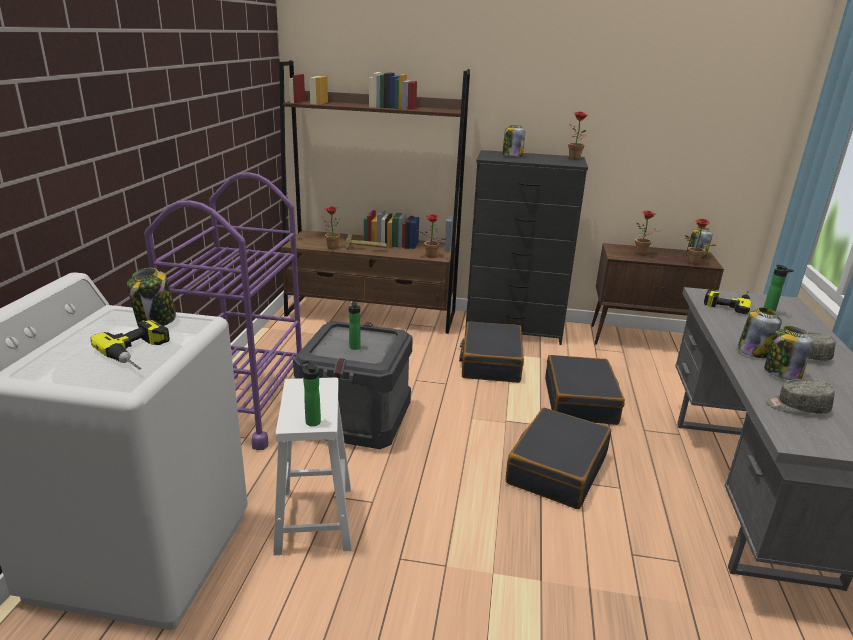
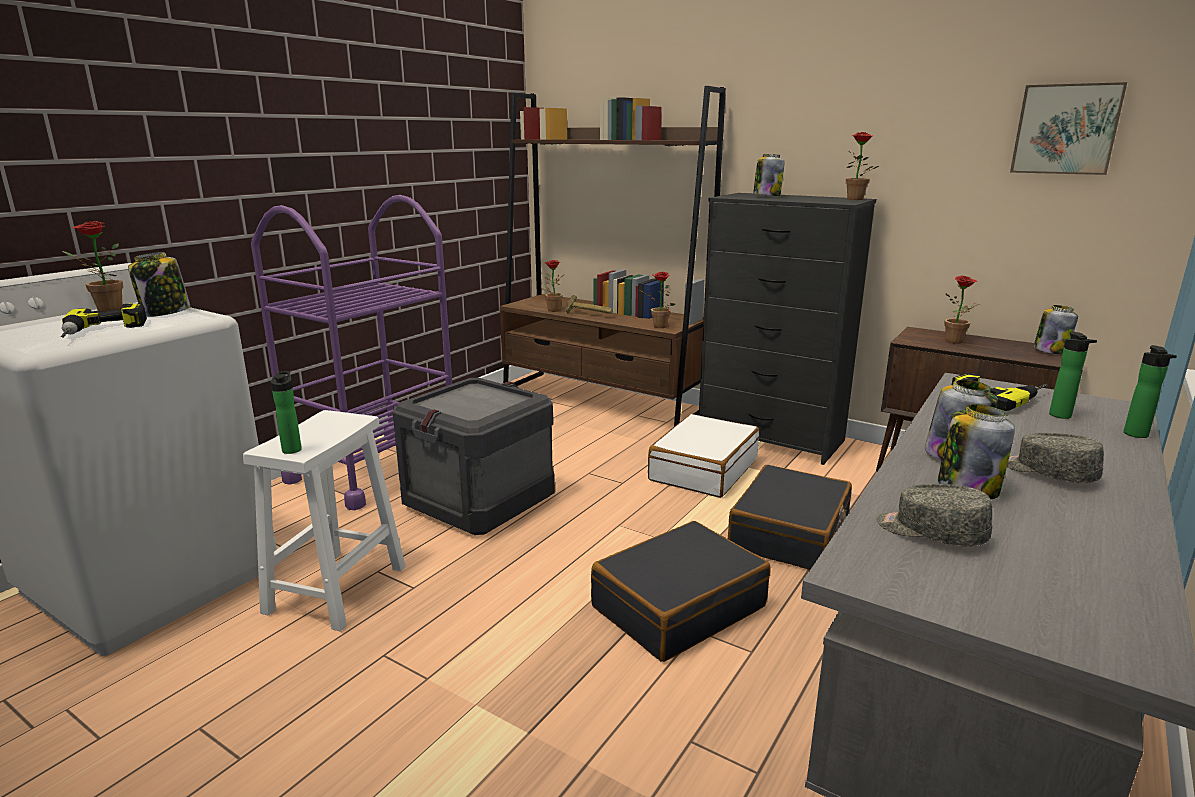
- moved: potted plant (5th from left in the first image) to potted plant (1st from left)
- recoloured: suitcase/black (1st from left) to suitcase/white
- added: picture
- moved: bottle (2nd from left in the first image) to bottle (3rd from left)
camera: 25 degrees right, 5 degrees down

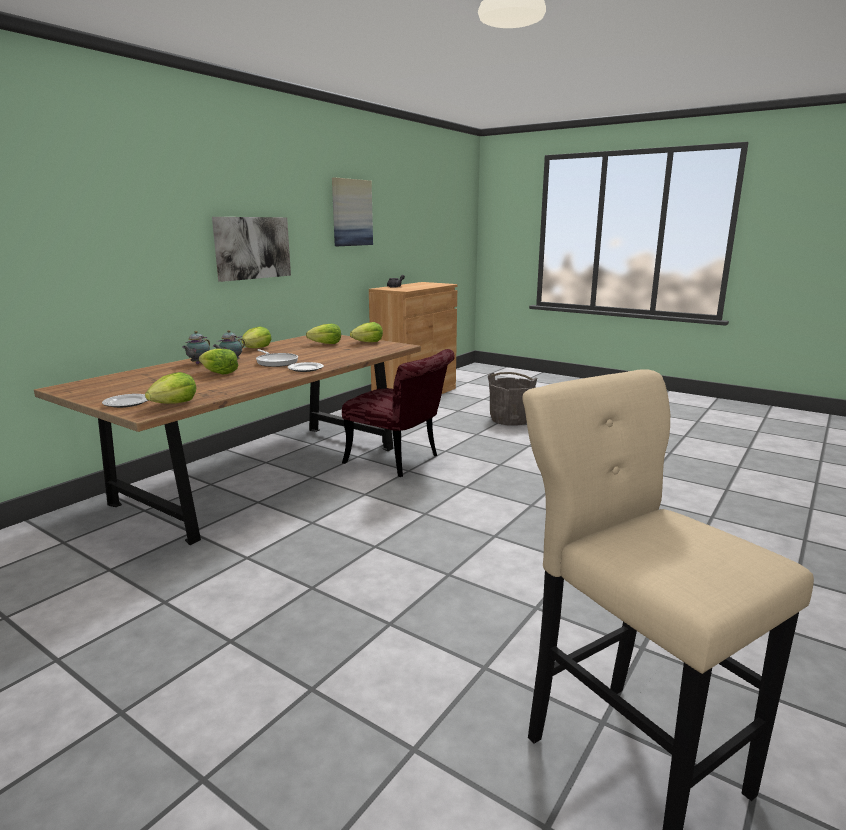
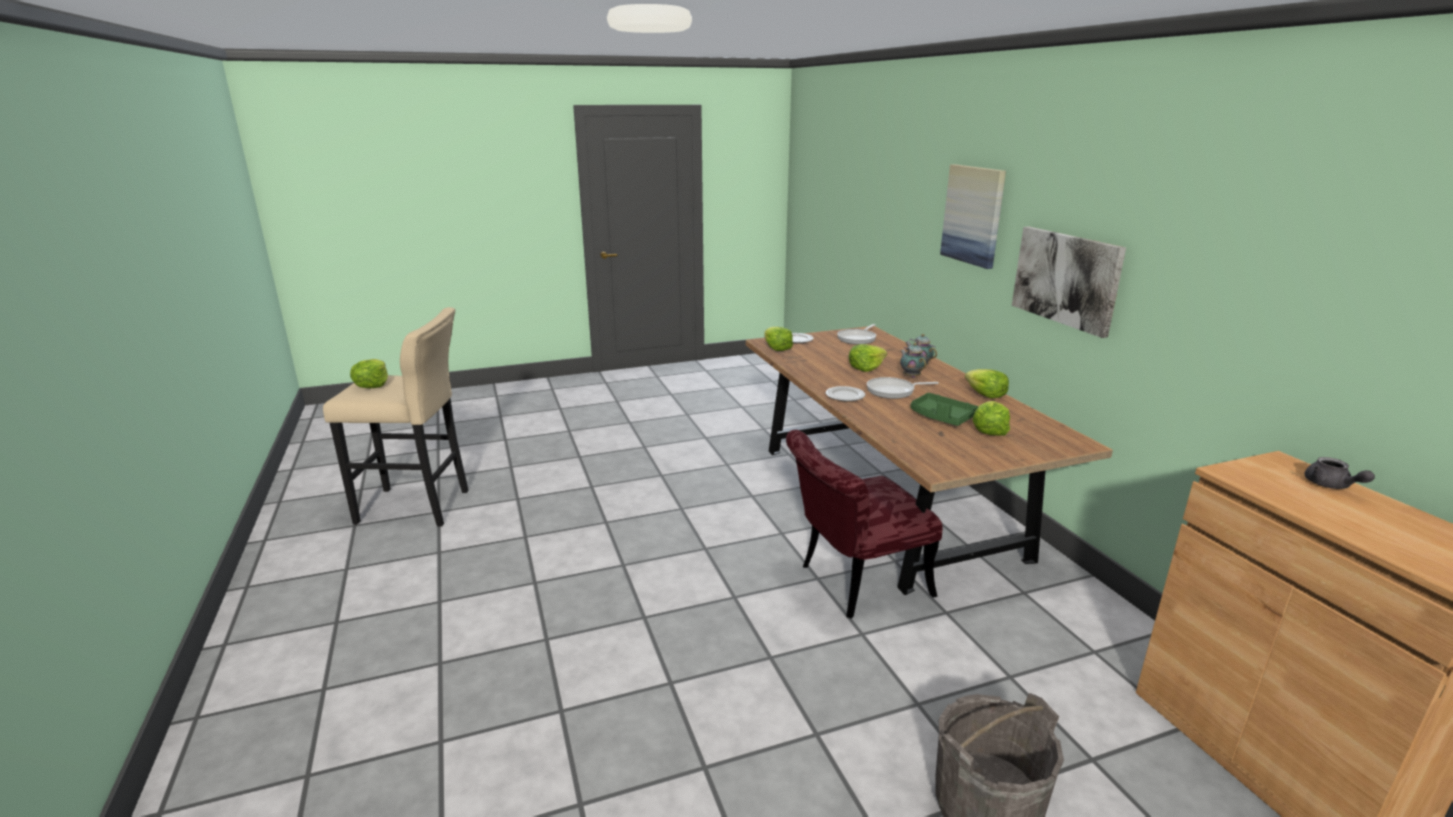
- moved: lettuce (5th from left in the first image) to lettuce (1st from left)
- added: frying pan (1st from left)
- added: tray/green
- moved: picture (2nd from left in the first image) to picture (1st from left)
camera: 125 degrees right, 5 degrees up

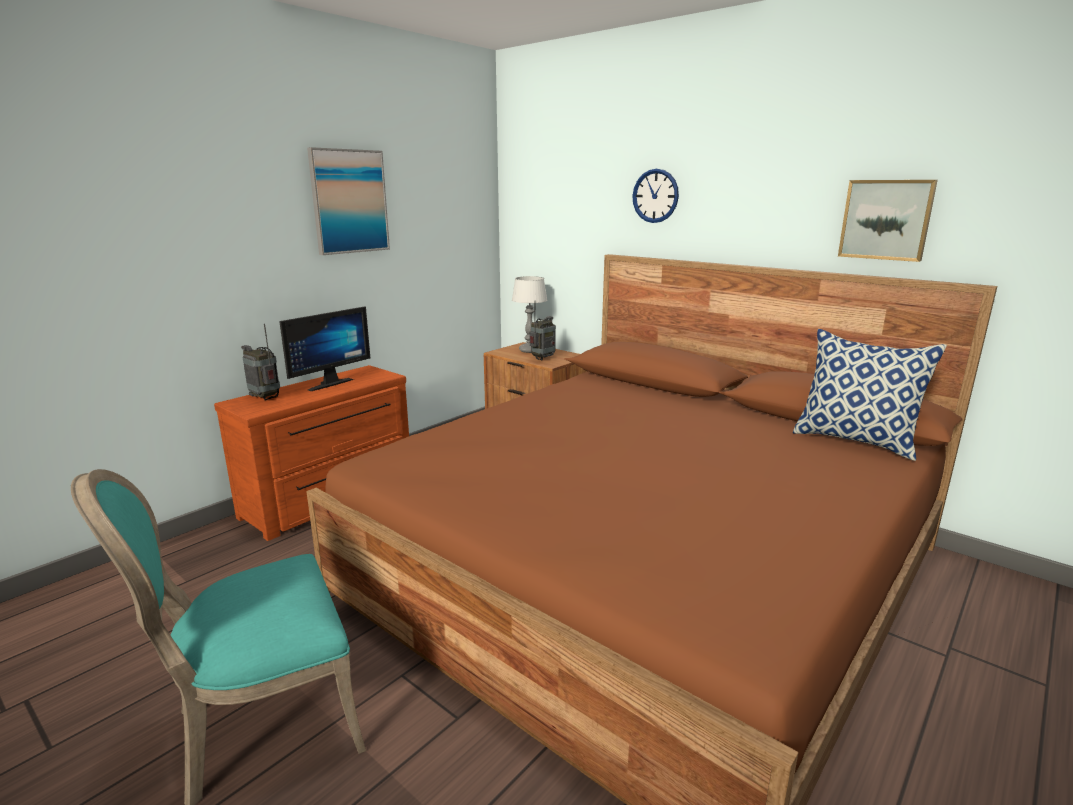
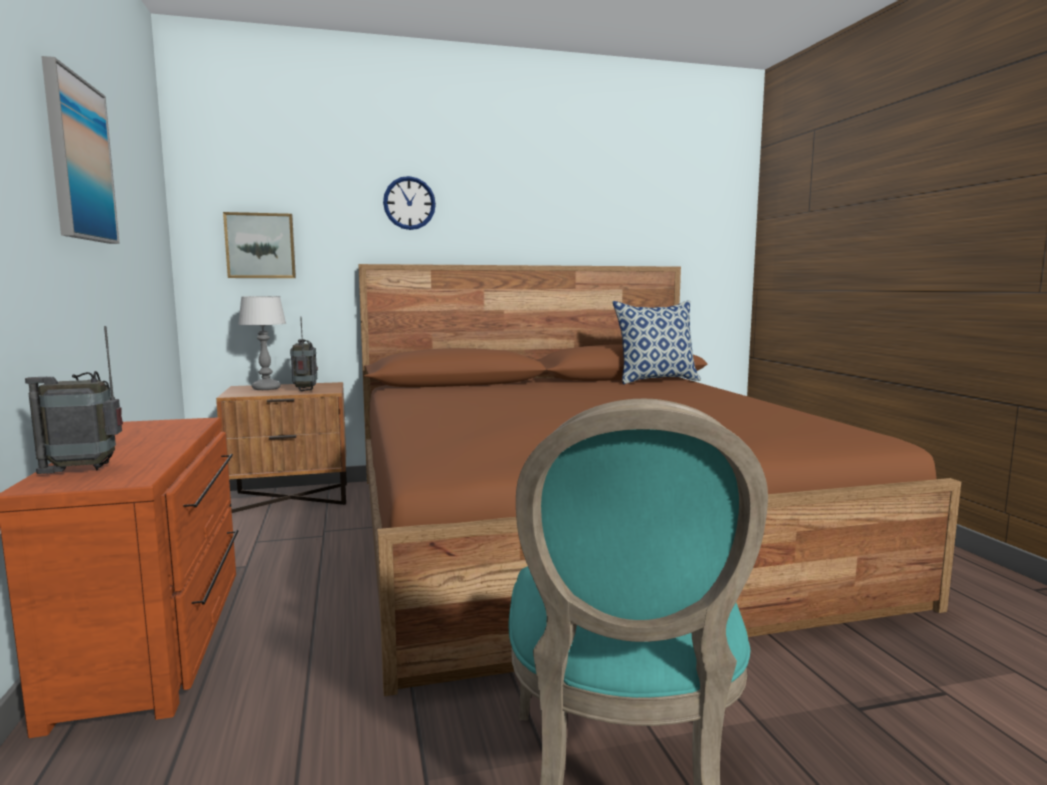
- moved: picture (2nd from left)
- removed: monitor
camera: 55 degrees left, 10 degrees down

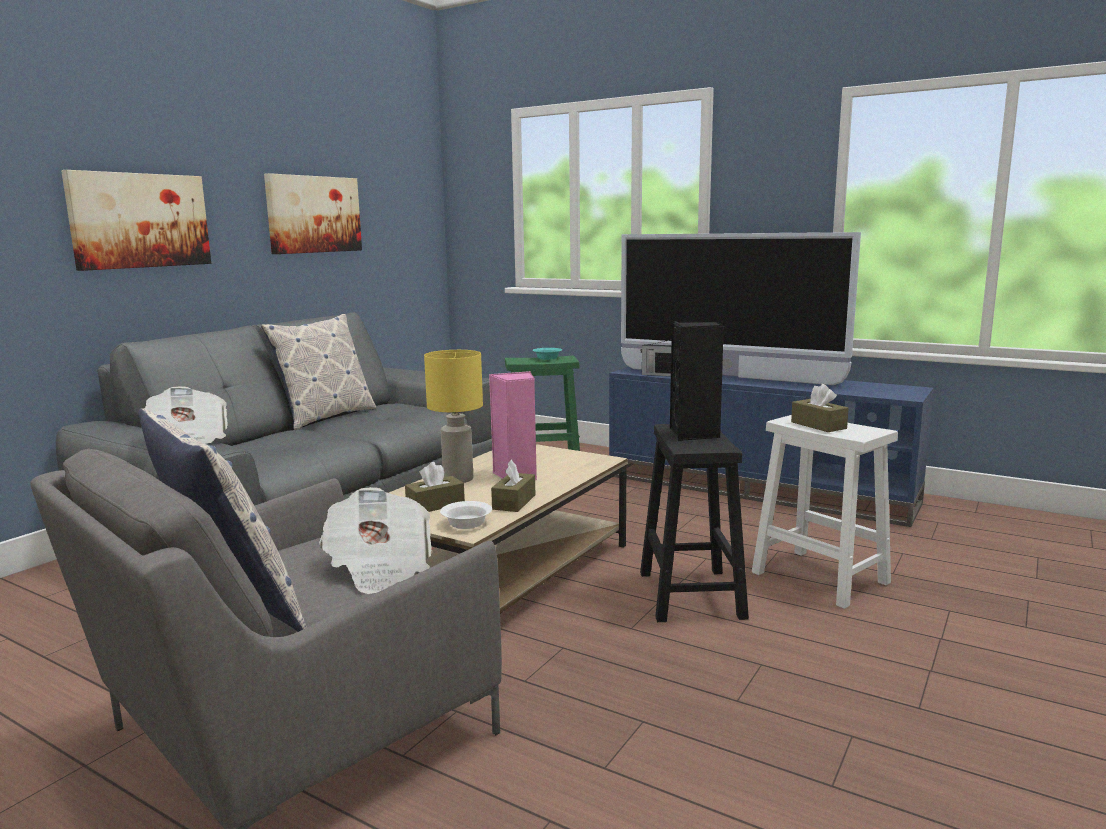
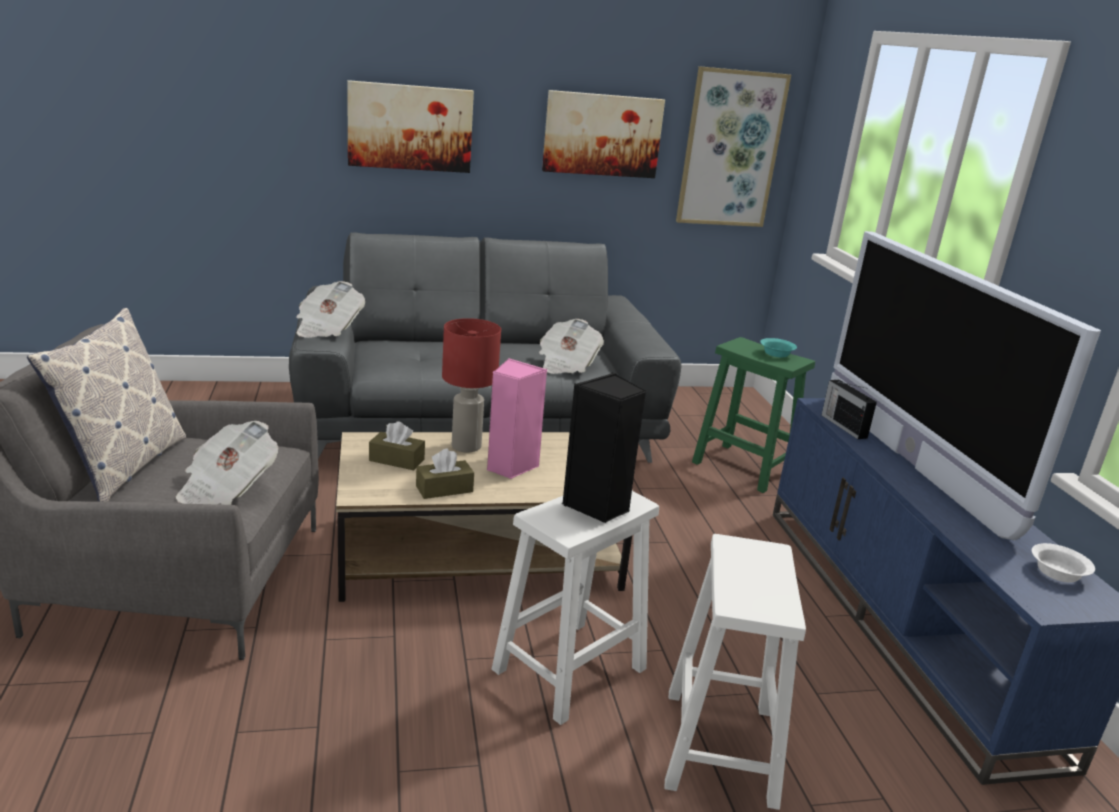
- recoloured: table lamp/yellow to table lamp/red
- recoloured: stool/black to stool/white (1st from left)
- added: newspaper (3rd from left)
- added: picture (3rd from left)
- moved: bowl/white
- removed: pillow (2nd from left)
- removed: tissue box/brown (3rd from left)
camera: 45 degrees right, 10 degrees up

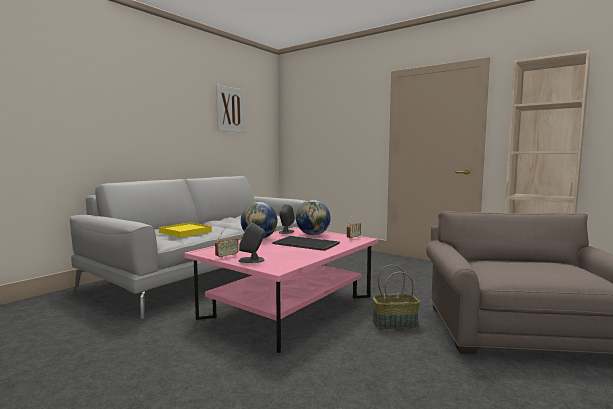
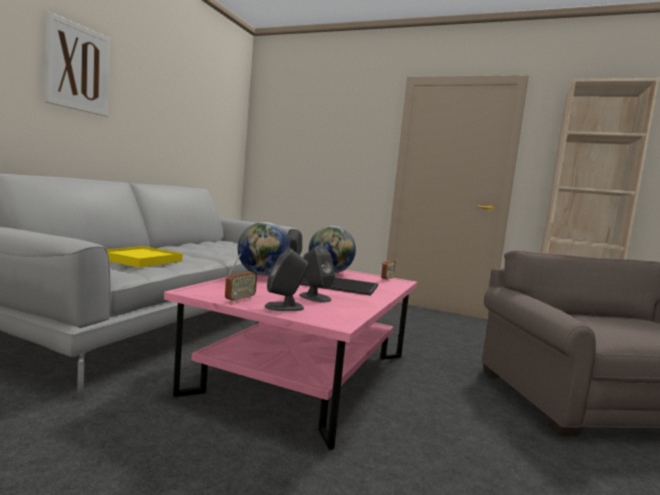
- moved: picture
- added: speaker/grey (3rd from left)
- removed: basket
camera: 15 degrees left, 0 degrees up

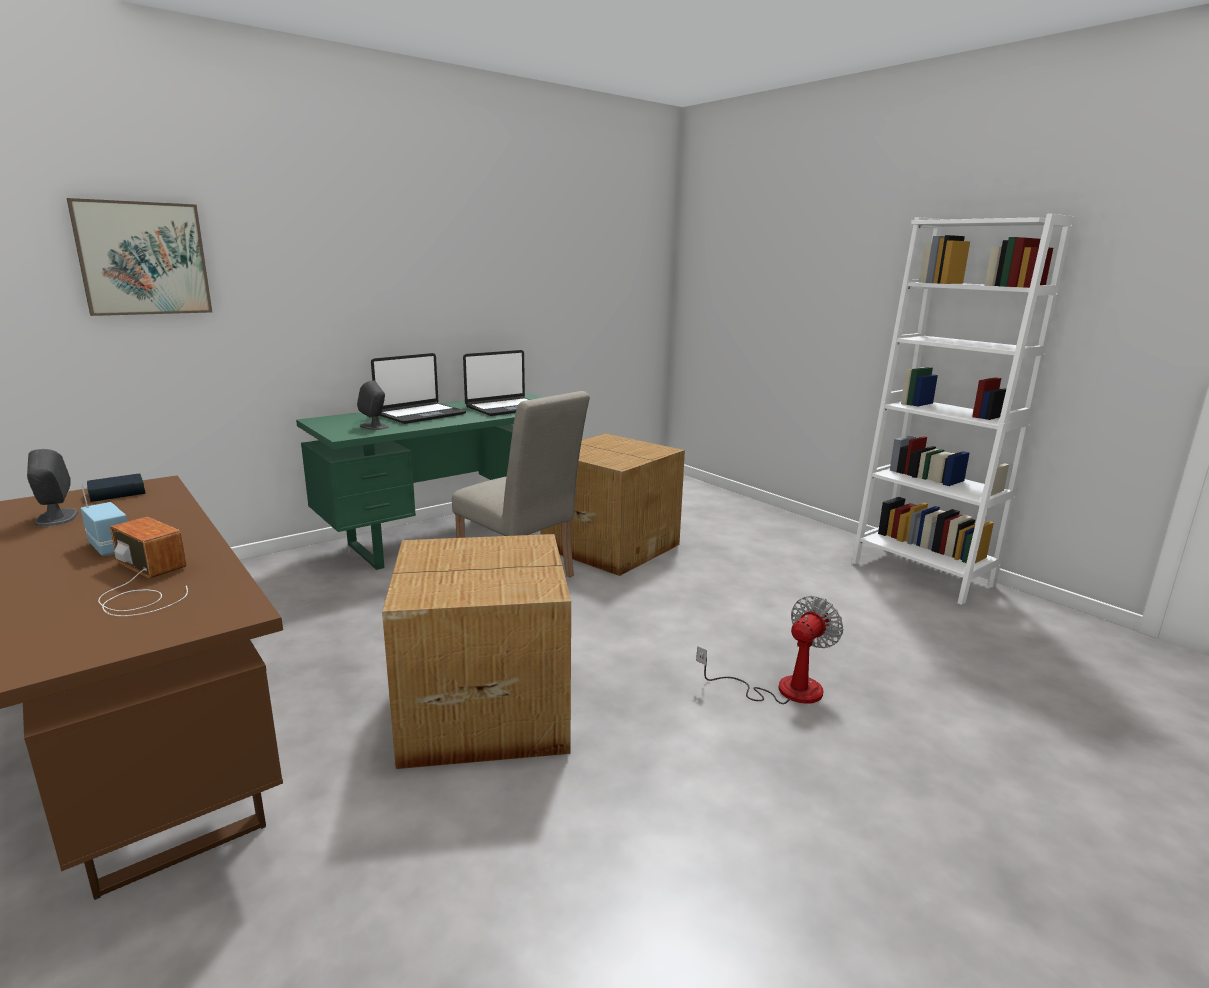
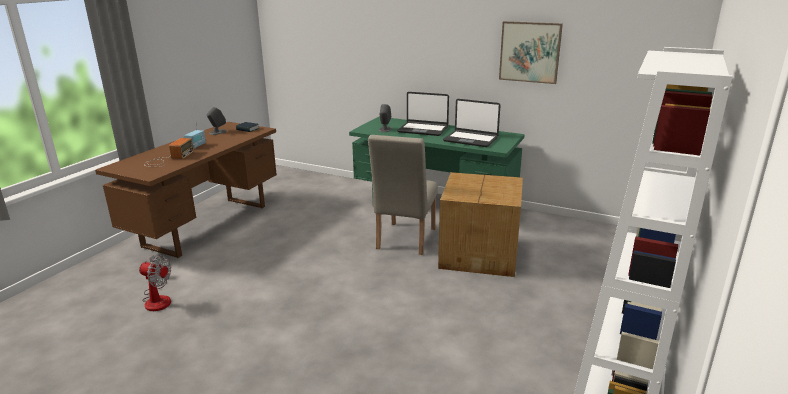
- moved: fan
- moved: picture
- removed: cardboard box (1st from left)
camera: 65 degrees right, 5 degrees up

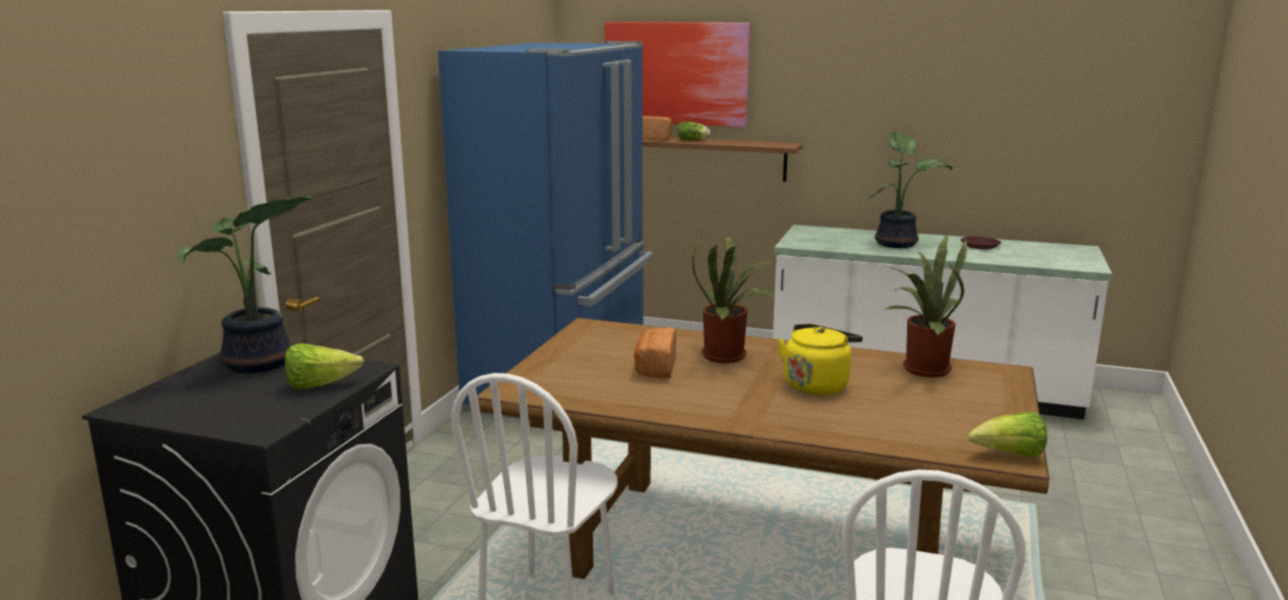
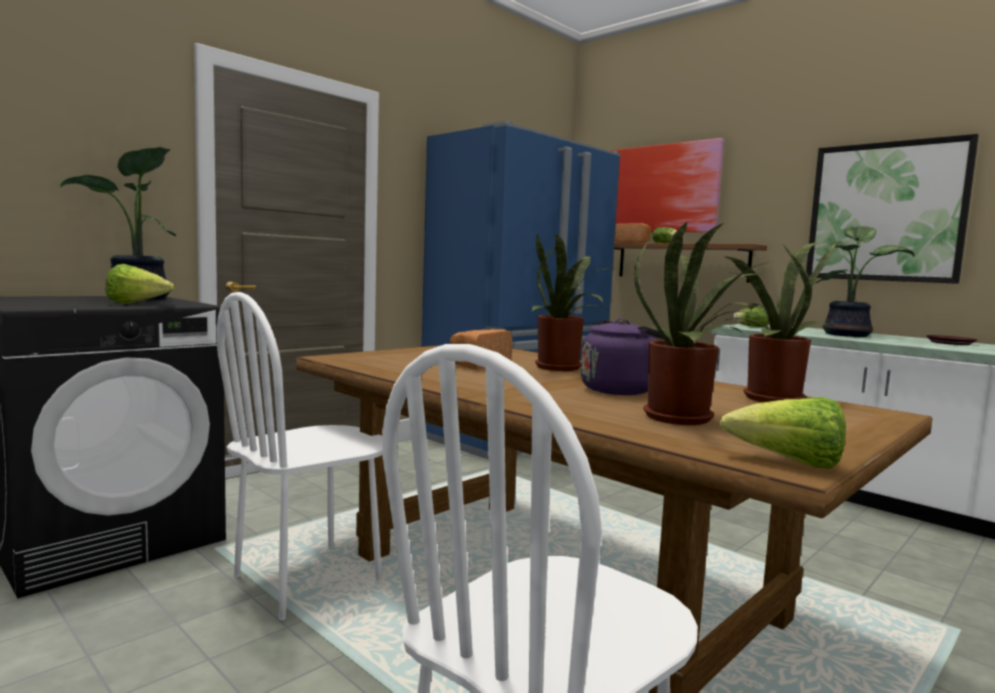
- recoloured: kettle/yellow to kettle/purple
- added: potted plant (3rd from left)
- added: lettuce (3rd from left)
- added: picture (2nd from left)
camera: 25 degrees right, 10 degrees down

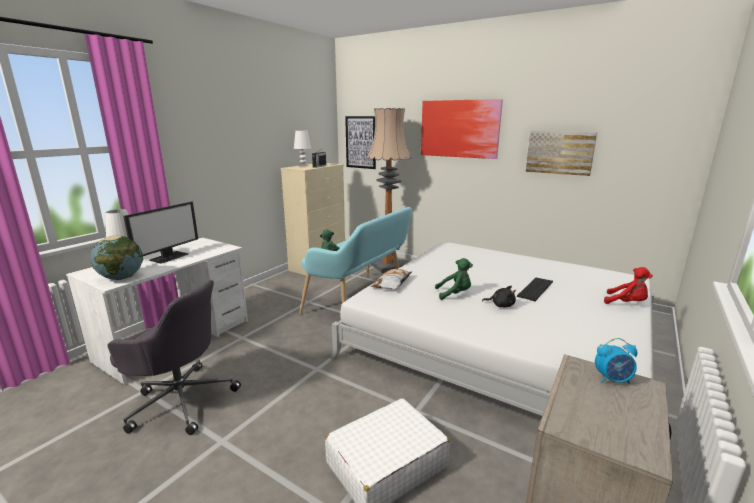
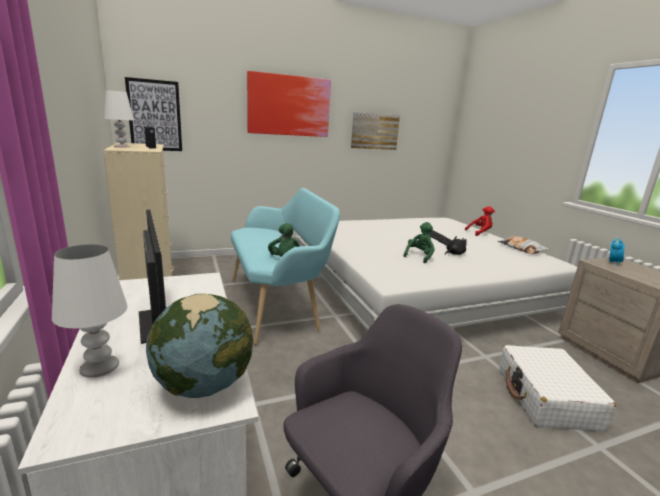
- moved: pillow
- removed: floor lamp
camera: 55 degrees left, 0 degrees up

